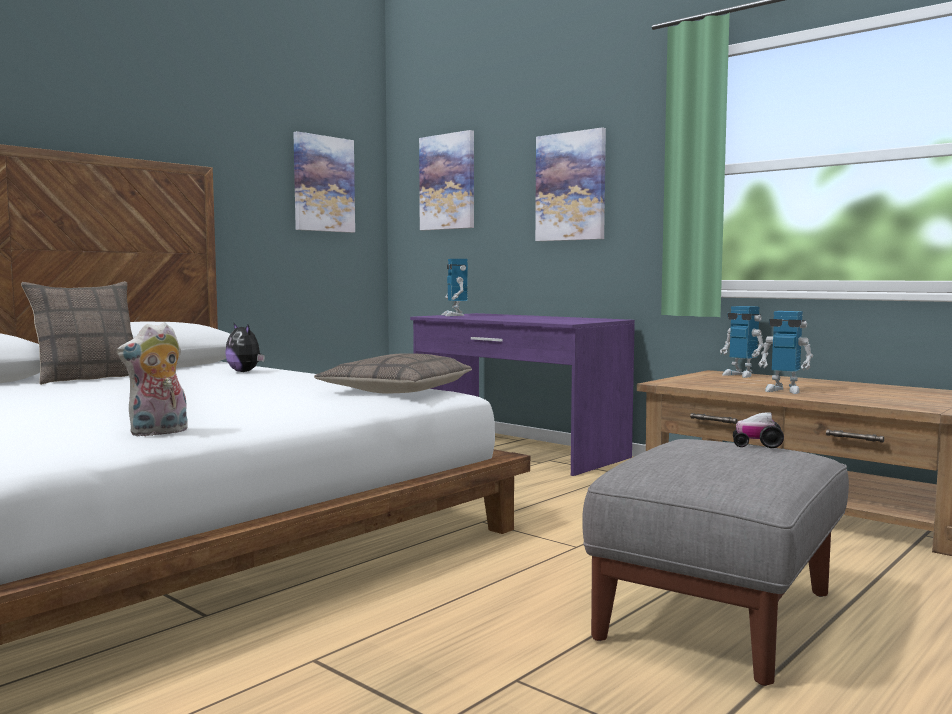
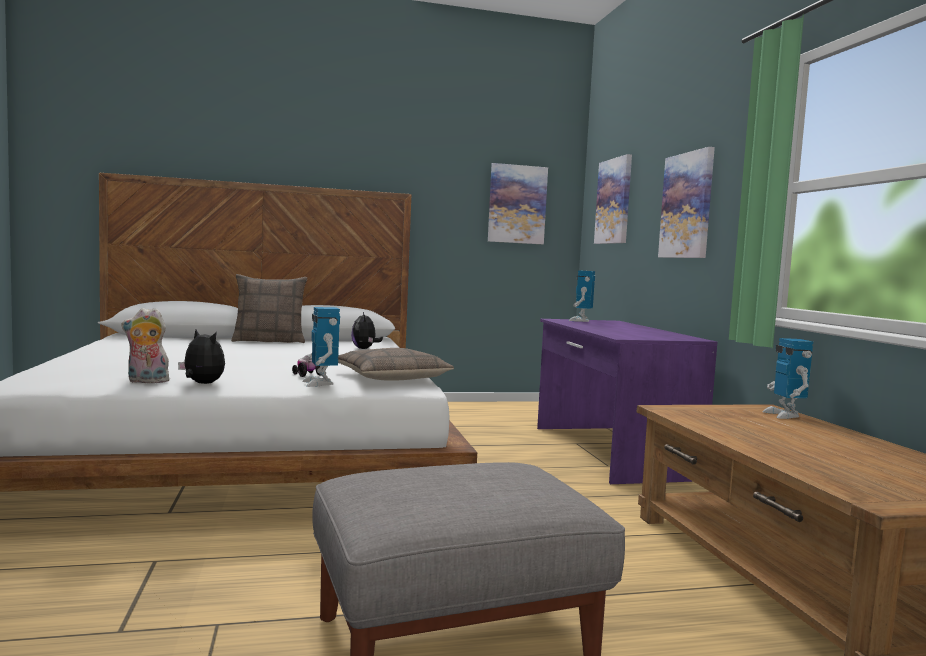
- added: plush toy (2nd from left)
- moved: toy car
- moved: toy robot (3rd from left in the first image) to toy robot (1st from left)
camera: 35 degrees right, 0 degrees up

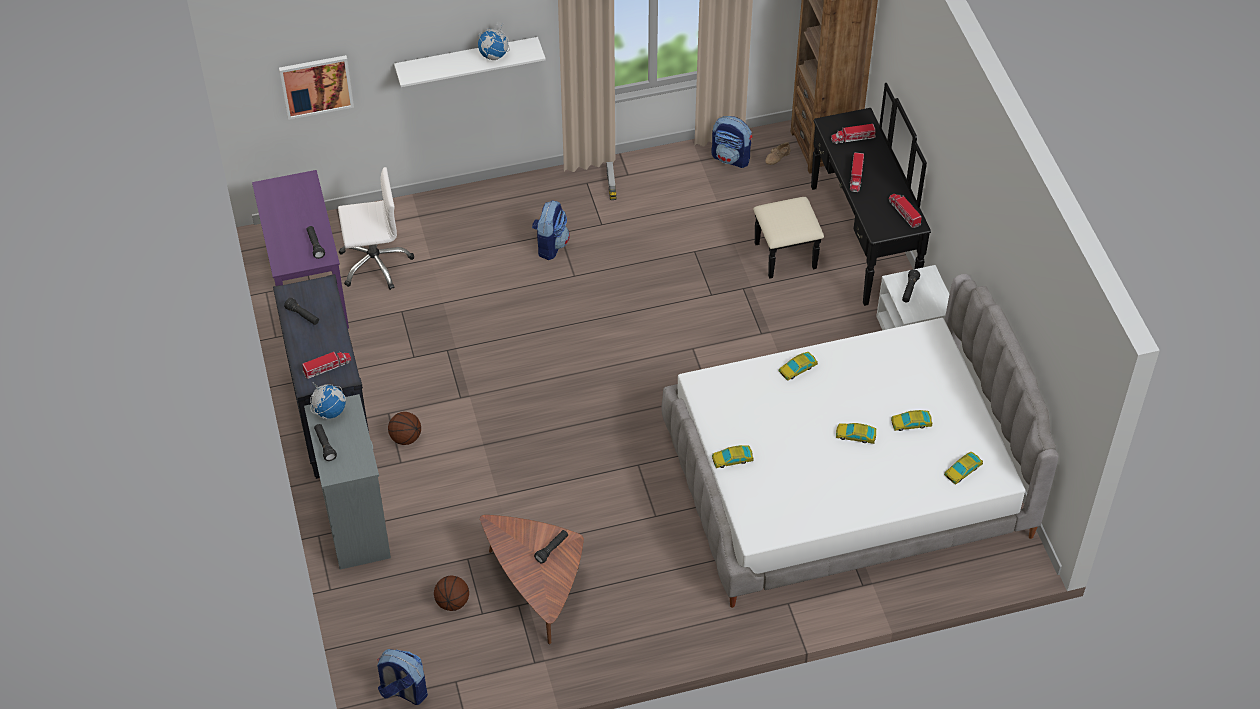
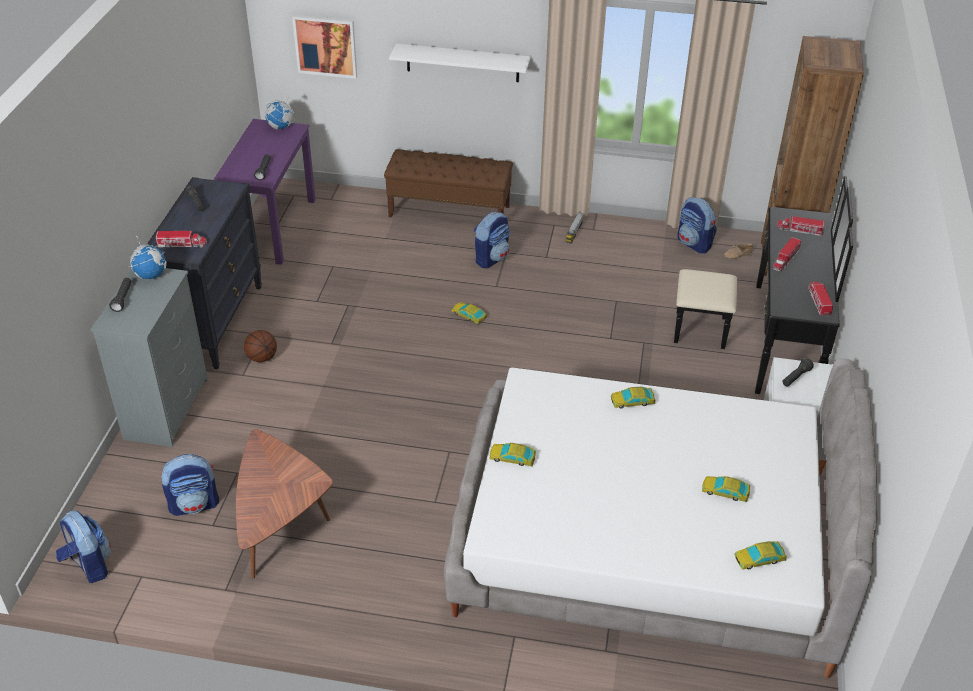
- replaced: basketball (2nd from left) to backpack (2nd from left)
- moved: globe (2nd from left)
- added: bench/brown
- moved: toy car (3rd from left in the first image) to toy car (1st from left)
- removed: office chair/white
- removed: flashlight/black (4th from left)
camera: 25 degrees right, 10 degrees down

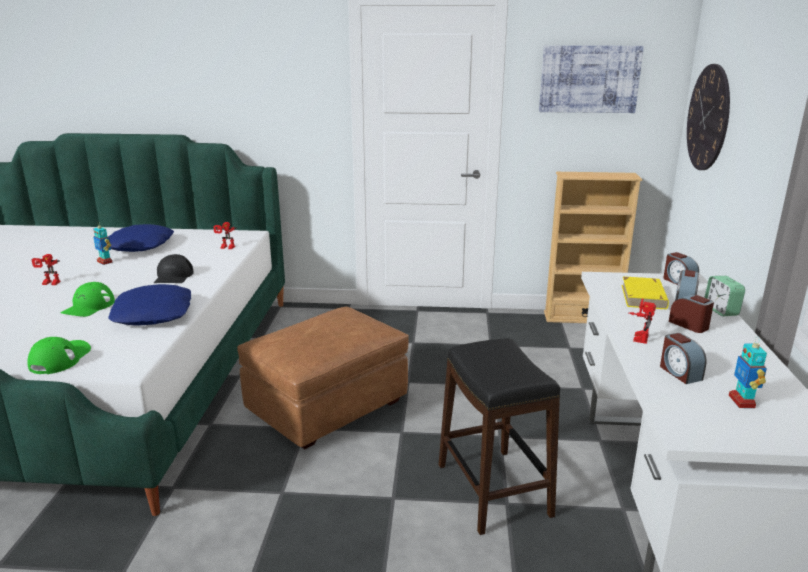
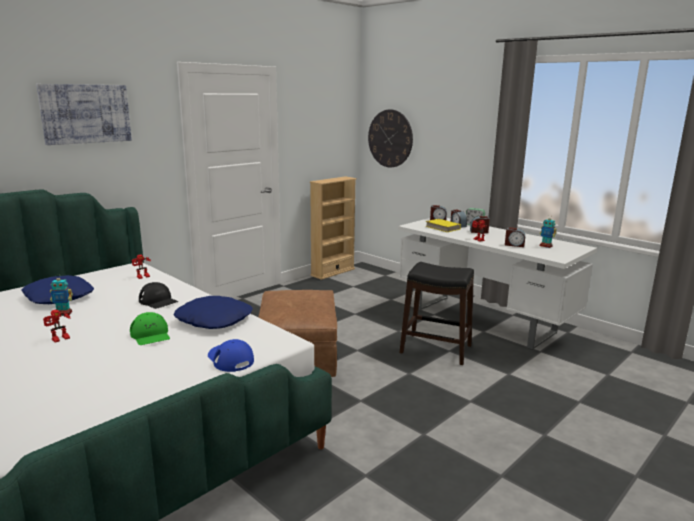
- moved: picture
- recoloured: cap/green (1st from left) to cap/blue
camera: 50 degrees left, 5 degrees down

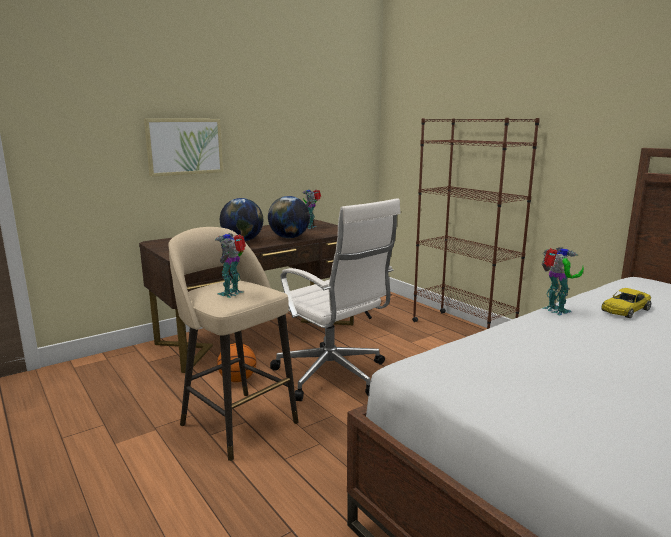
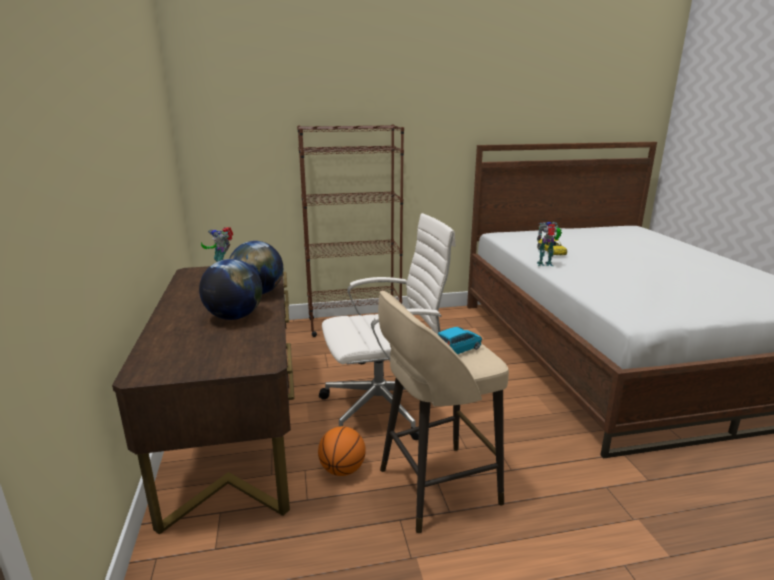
- replaced: toy robot (1st from left) to toy car/blue
- removed: picture
camera: 65 degrees left, 5 degrees up

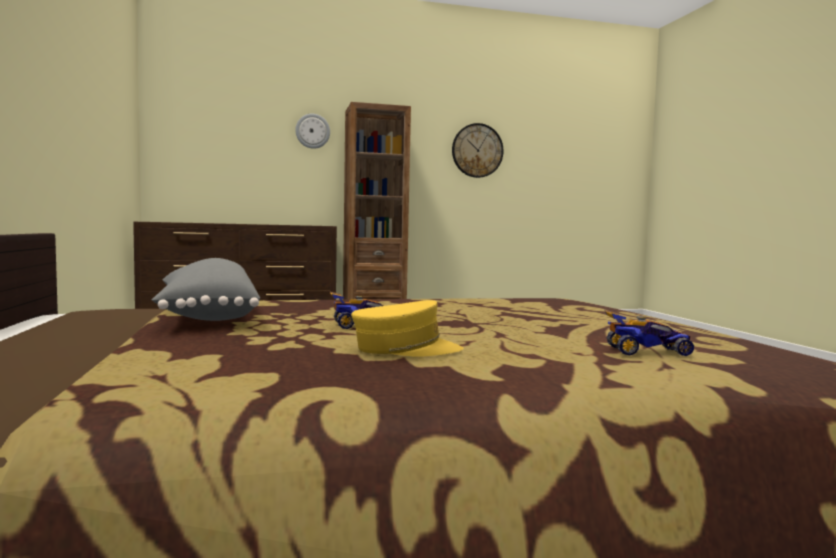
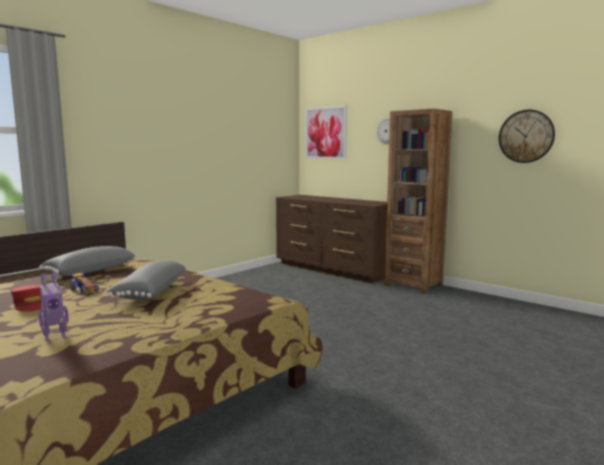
- recoloured: cap/yellow to cap/red
- replaced: toy car (2nd from left) to toy robot
- added: pillow/grey (2nd from left)
- added: picture
camera: 55 degrees right, 5 degrees up

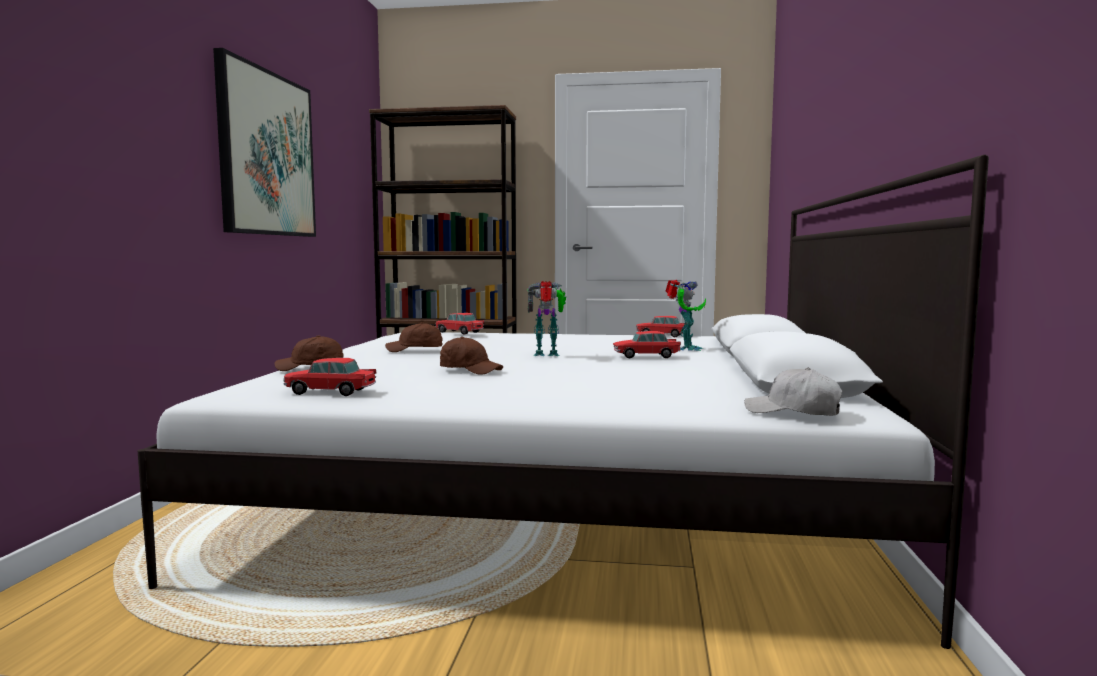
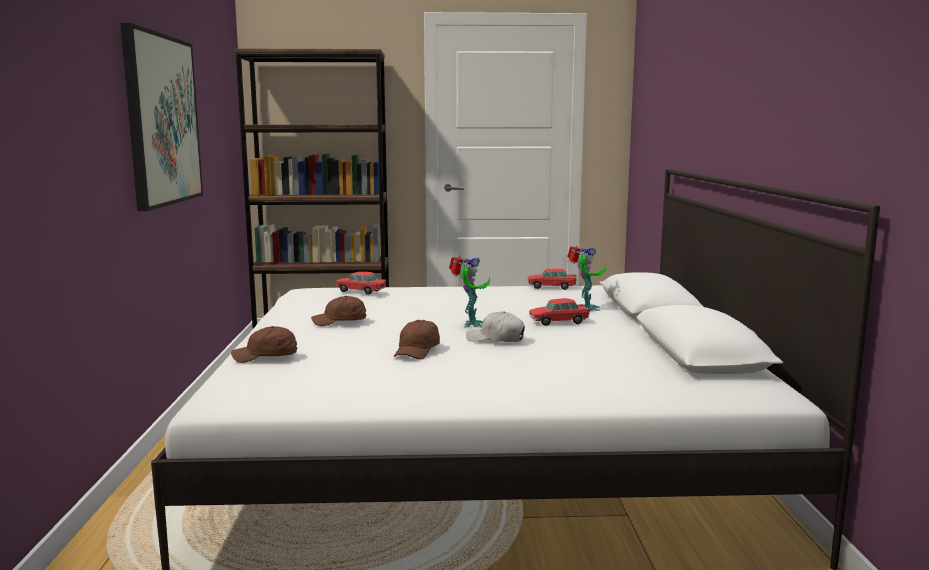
- turned: cap/brown (3rd from left) 90 degrees clockwise
- turned: toy robot (1st from left) 105 degrees clockwise
- moved: cap/white
- removed: toy car (1st from left)
camera: 10 degrees left, 5 degrees up

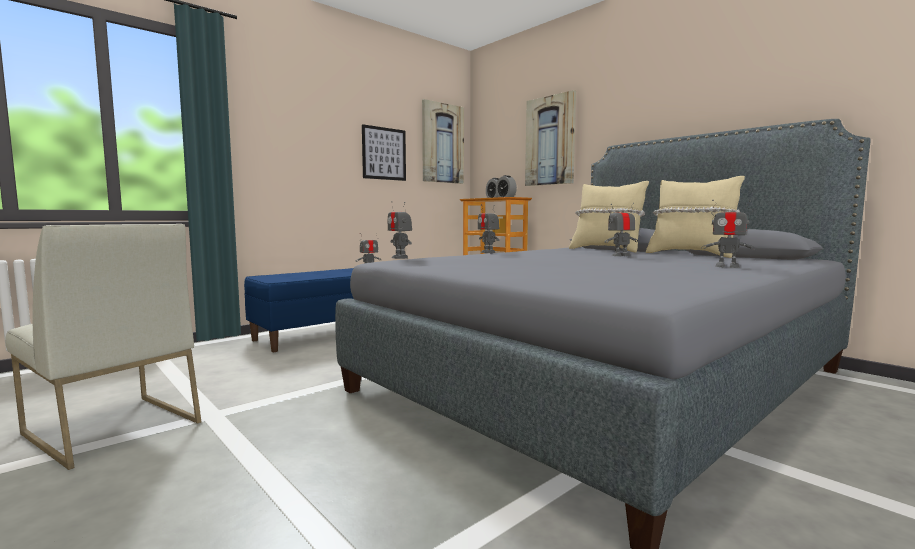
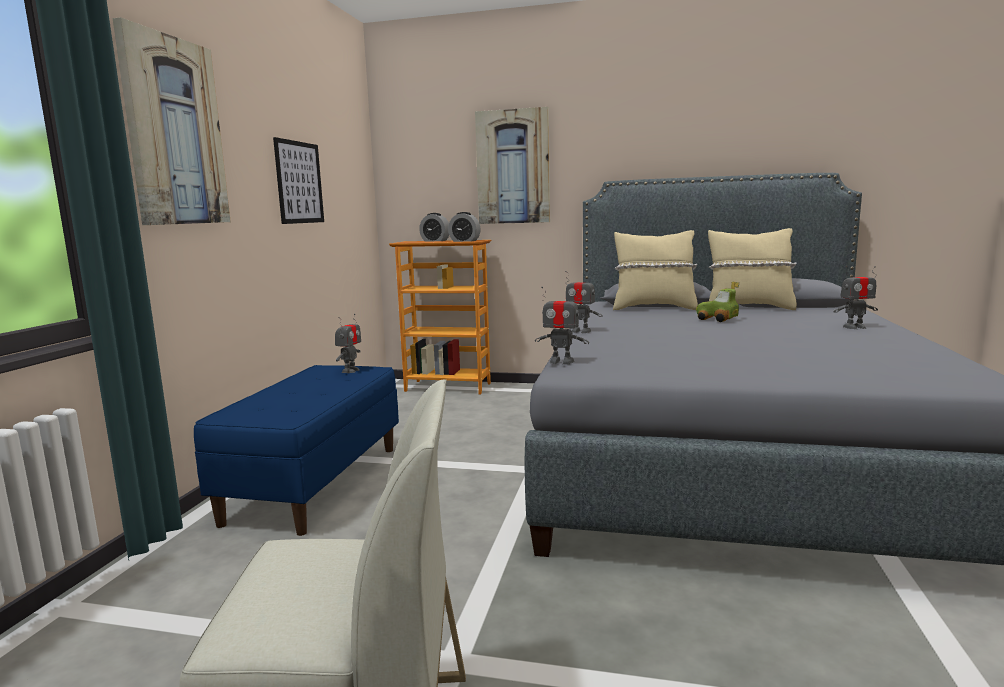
- moved: picture (2nd from left in the first image) to picture (1st from left)
- replaced: toy robot (4th from left) to toy car
camera: 35 degrees left, 5 degrees up

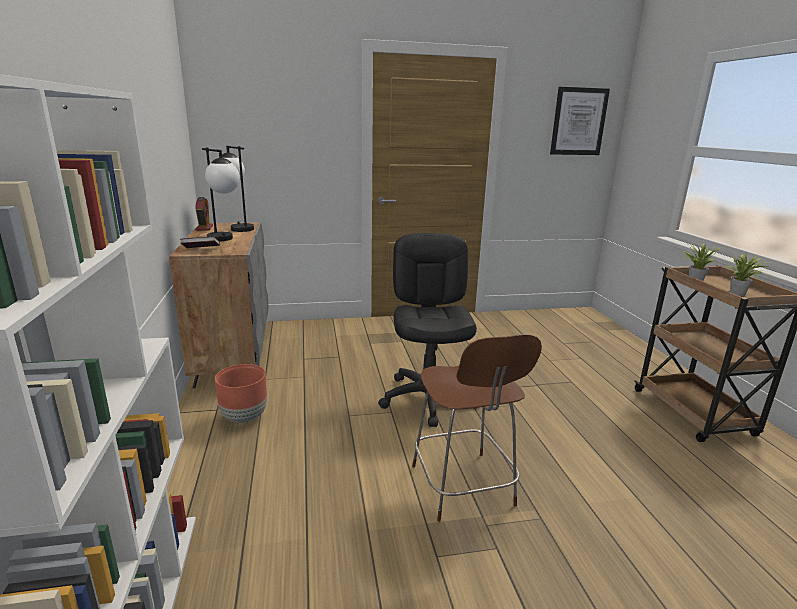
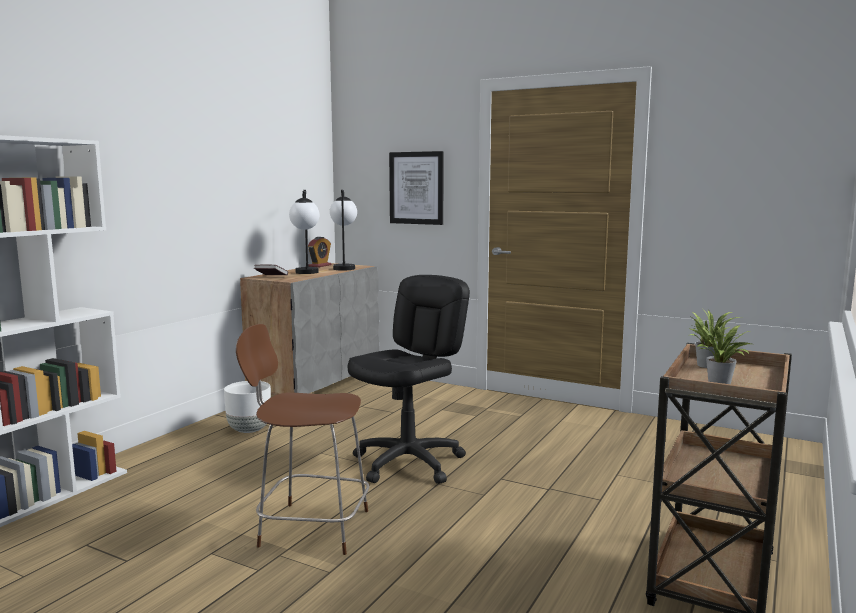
- recoloured: planter/brown to planter/white
- turned: chair/brown 75 degrees clockwise
- moved: picture
camera: 40 degrees right, 10 degrees down

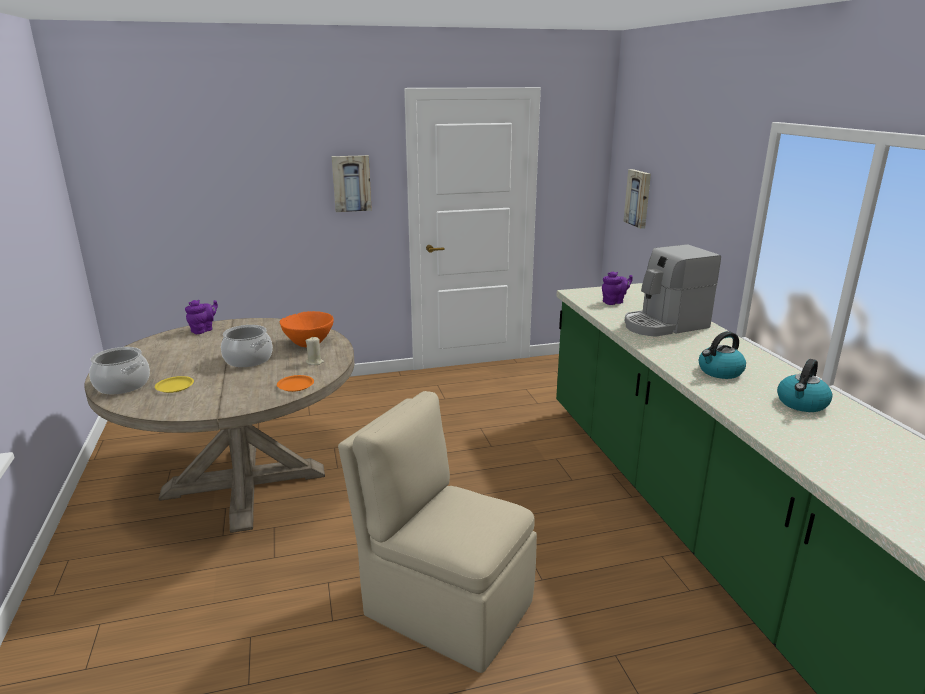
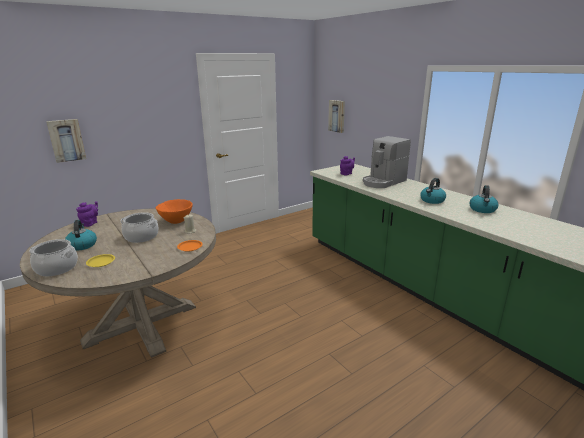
- moved: picture (1st from left)
- added: kettle (1st from left)
- removed: chair/beige
camera: 20 degrees left, 0 degrees up

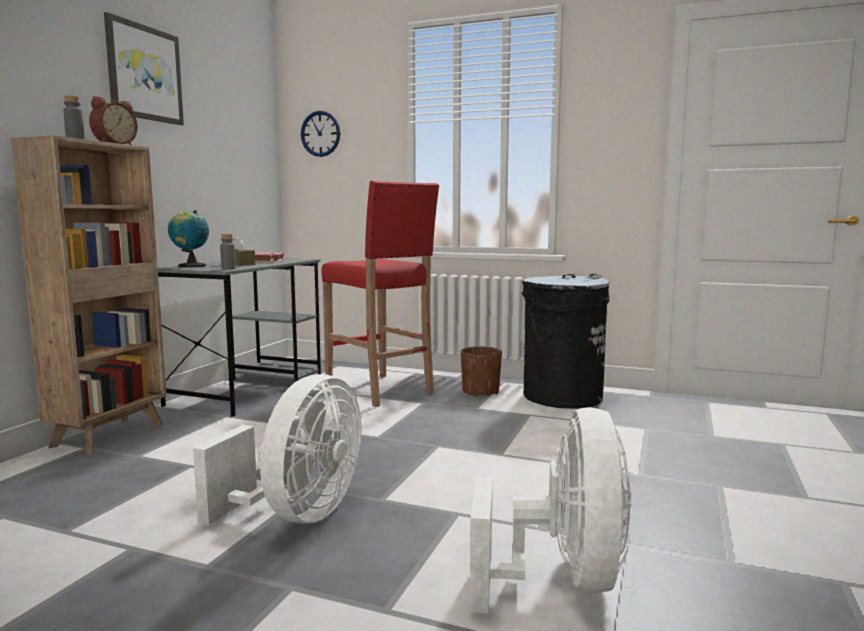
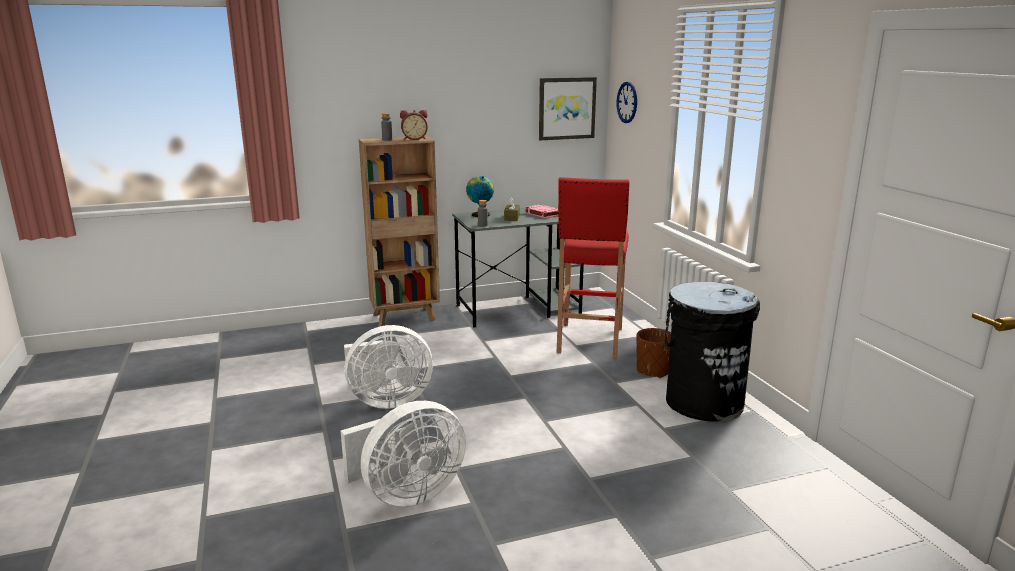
- moved: picture
camera: 50 degrees right, 10 degrees up

